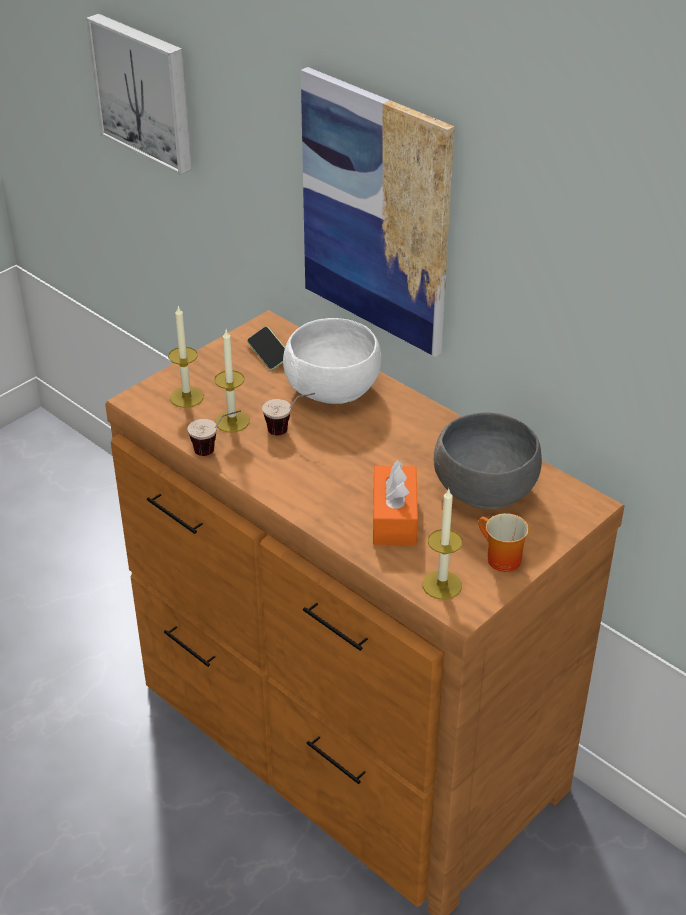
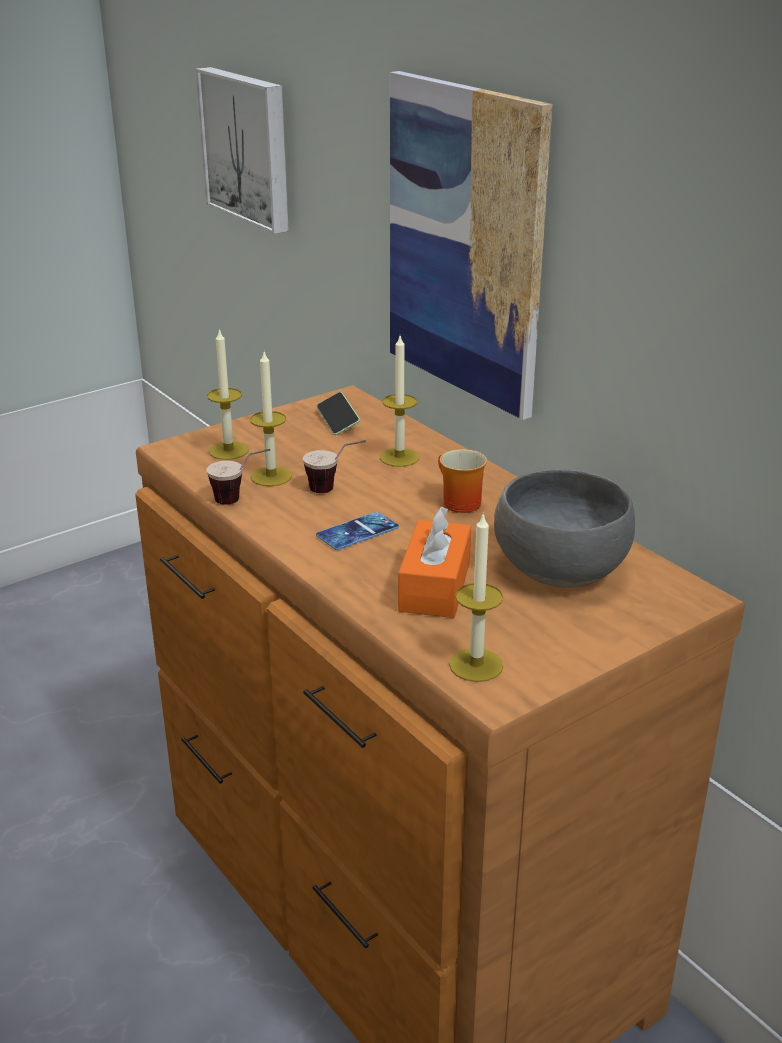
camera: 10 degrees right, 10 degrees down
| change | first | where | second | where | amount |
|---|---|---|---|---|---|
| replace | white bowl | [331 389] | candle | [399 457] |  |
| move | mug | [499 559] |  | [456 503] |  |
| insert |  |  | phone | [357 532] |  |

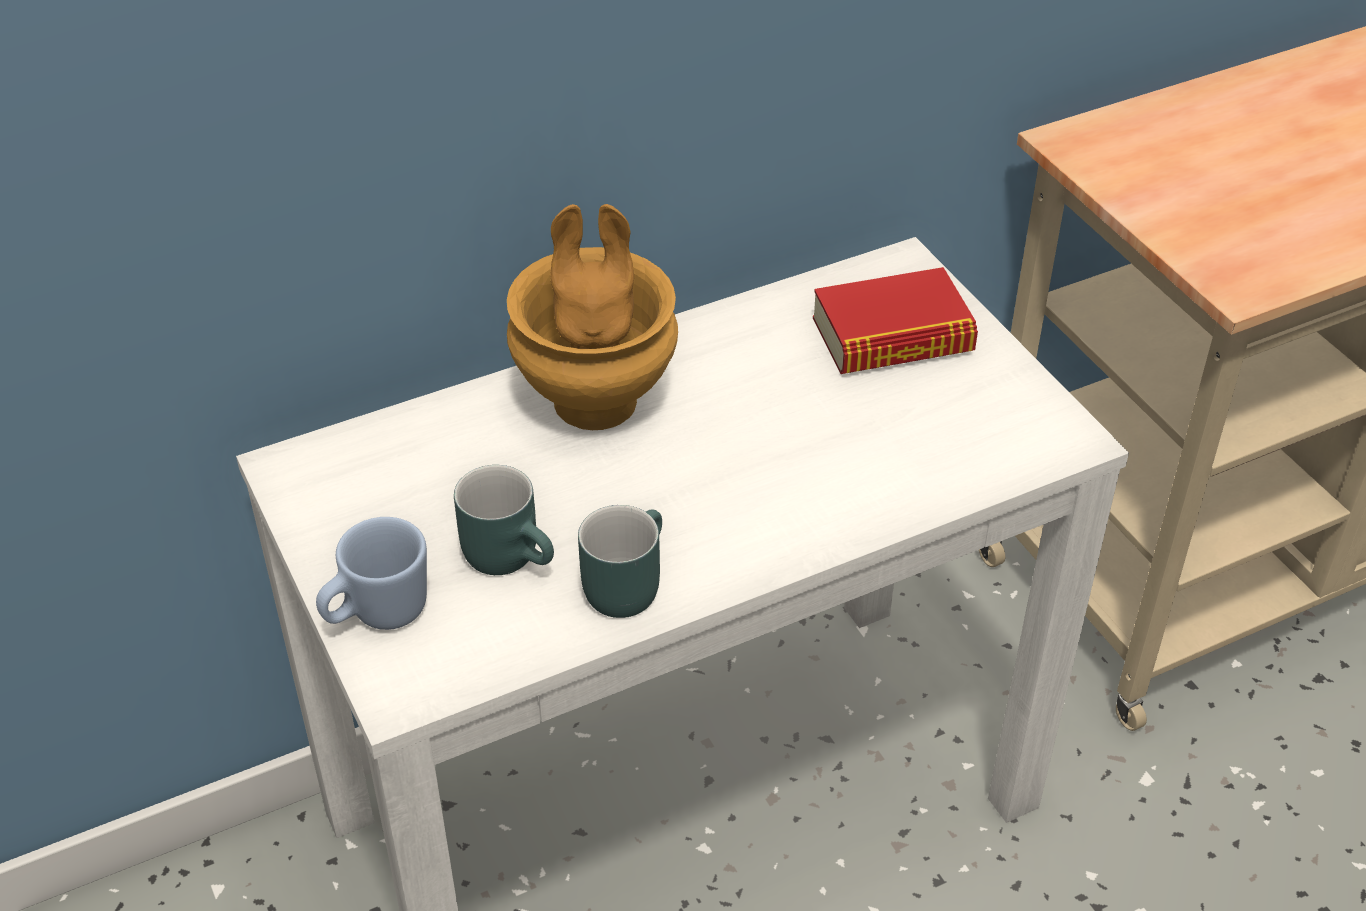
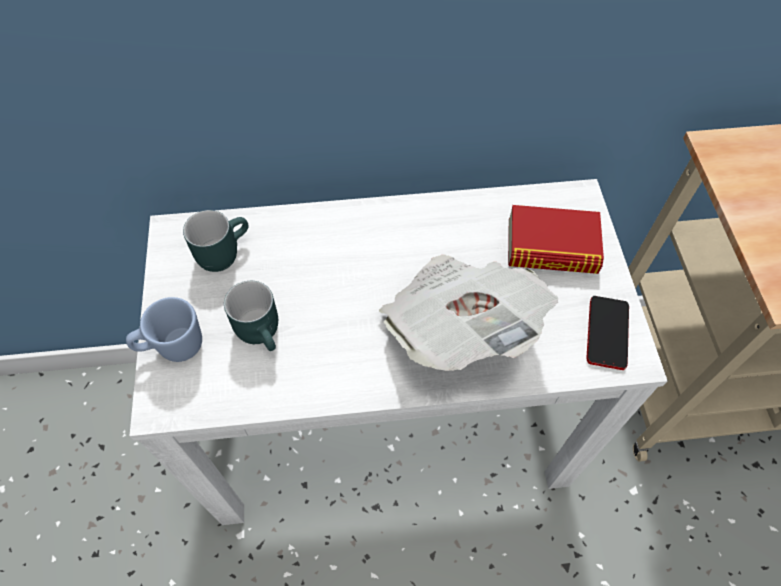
camera: 20 degrees right, 15 degrees up
| change | first | where | second | where | amount |
|---|---|---|---|---|---|
| delete | brown vase | [597 401] |  |  |  |
| move | turquoise mug | [623 582] |  | [222 250] |  |
| insert |  |  | newspaper | [459 325] |  |
| insert |  |  | phone | [607 333] |  |

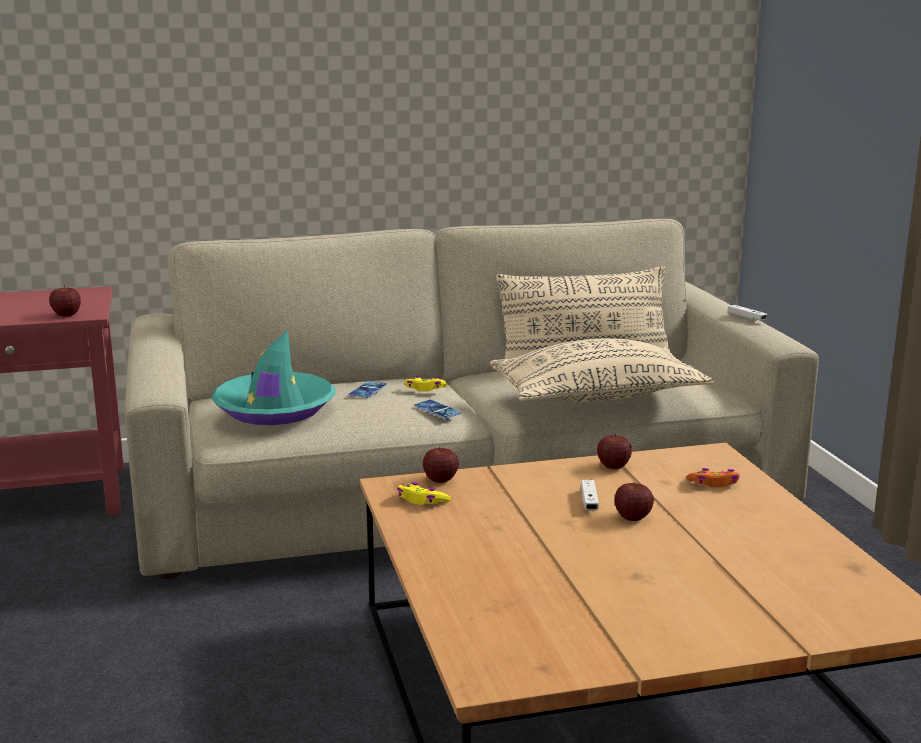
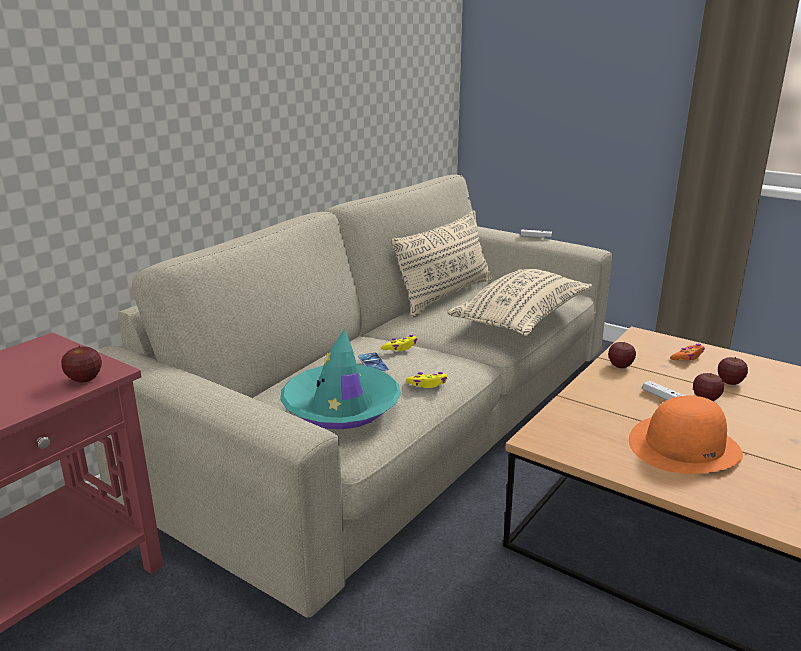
camera: 40 degrees left, 5 degrees up
| change | first | where | second | where | amount |
|---|---|---|---|---|---|
| move | yellow game controller | [422 500] |  | [428 384] |  |
| delete | phone | [437 409] |  |  |  |
| move | apple | [440 480] |  | [730 382] |  |
| insert |  |  | orange hat | [684 446] |  |

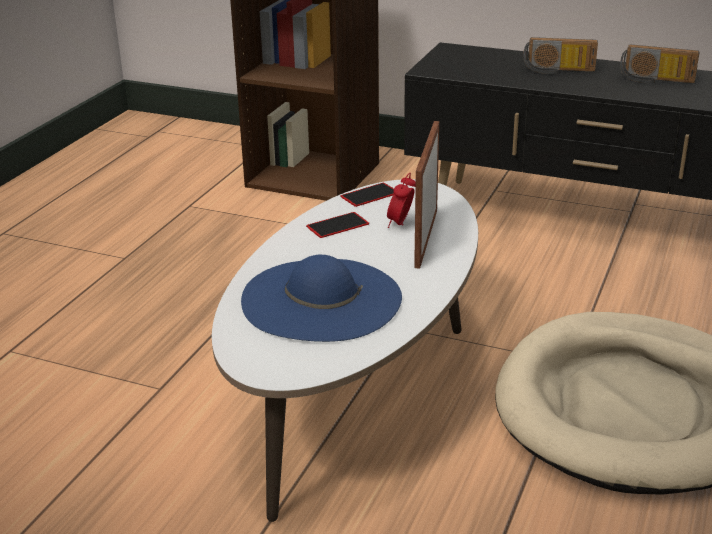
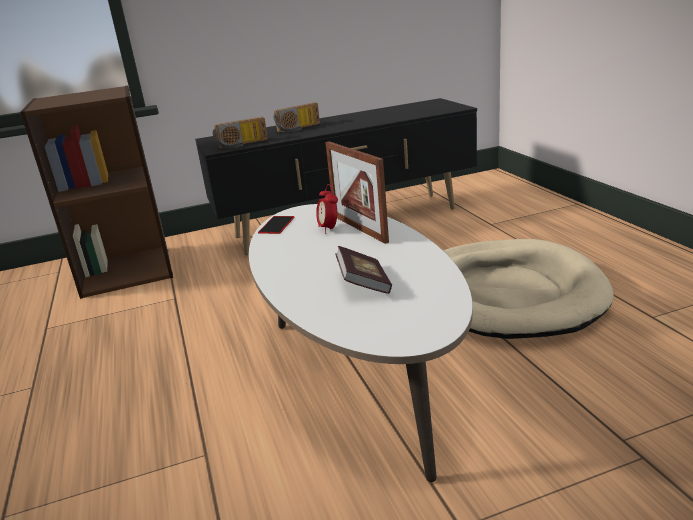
camera: 40 degrees left, 5 degrees down
| change | first | where | second | where | amount |
|---|---|---|---|---|---|
| replace | blue hat | [321 299] | book | [363 284] |  |
| delete | phone | [337 225] |  |  |  |
| move | radio | [655 80] |  | [242 144] |  |

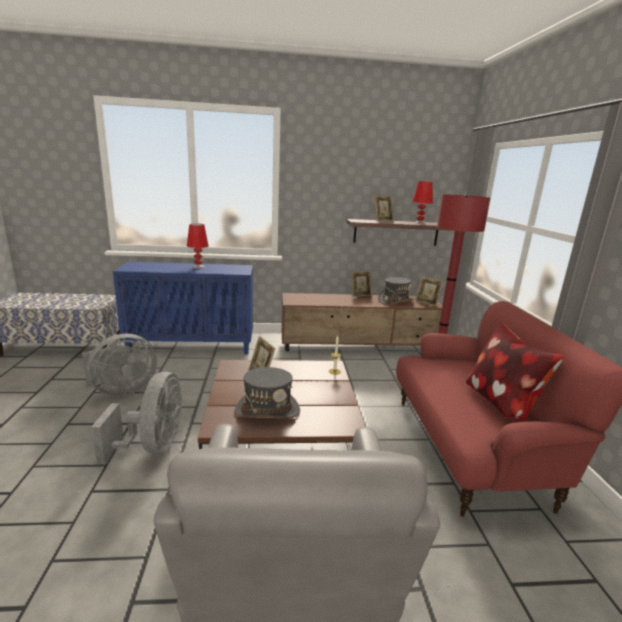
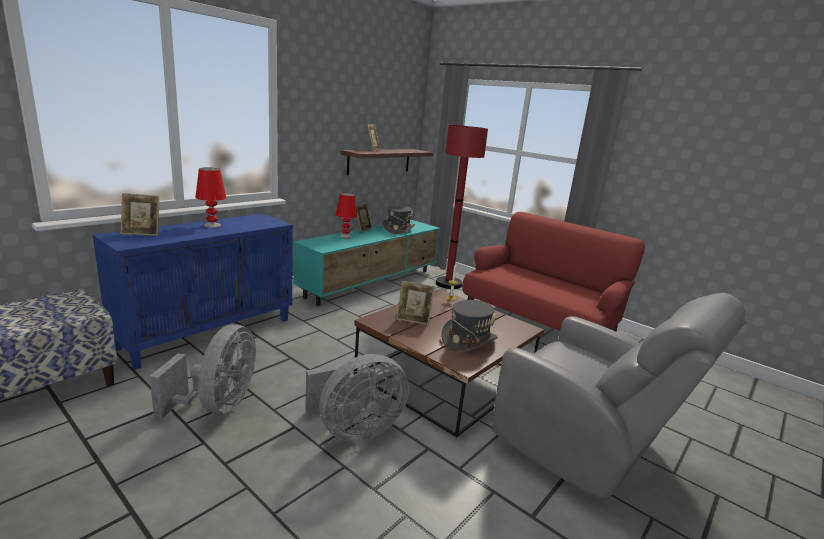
camera: 45 degrees left, 0 degrees up
| change | first | where | second | where | amount |
|---|---|---|---|---|---|
| rotate | grey fan | [153 446] |  | [355 430] | 105 degrees clockwise |
| recolor | brown tv stand | [358 347] | turquoise tv stand | [372 283] |  |
| move | red table lamp | [419 223] |  | [345 236] |  |
| move | picture frame | [427 302] |  | [142 233] |  |
| delete | pillow | [501 403] |  |  |  |

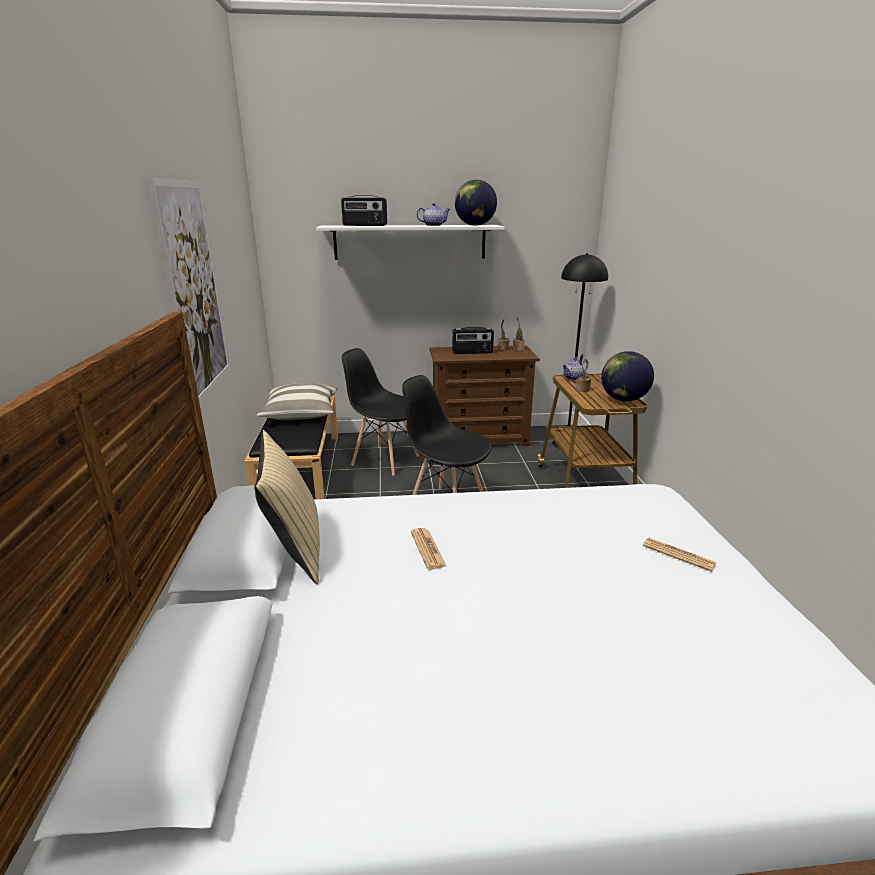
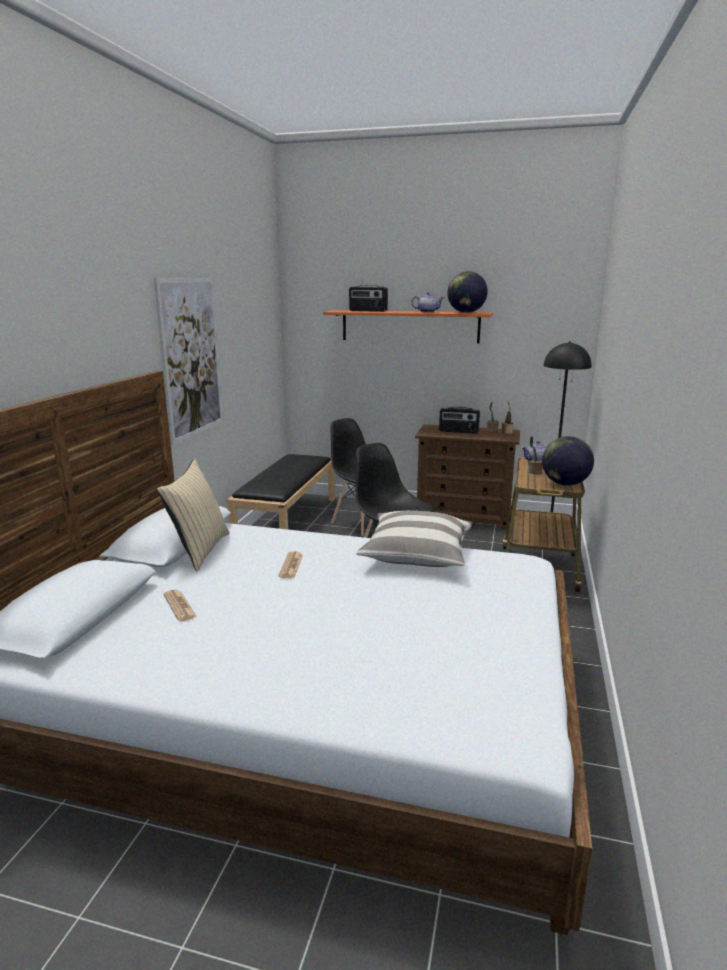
camera: 20 degrees right, 5 degrees down
| change | first | where | second | where | amount |
|---|---|---|---|---|---|
| move | pillow | [301 413] |  | [416 555] |  |
| recolor | white shelf | [410 242] | orange shelf | [410 326] |  |
| move | newspaper | [678 555] |  | [179 606] |  |

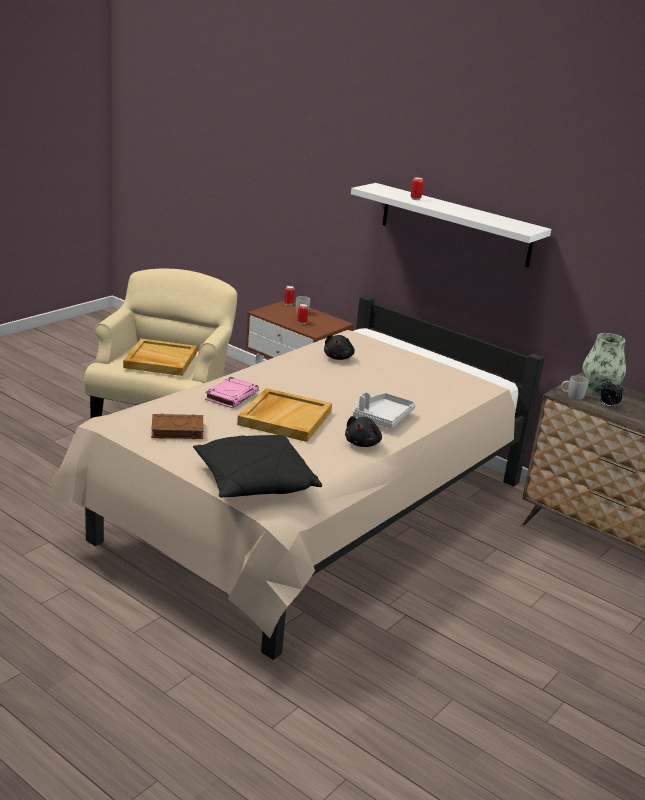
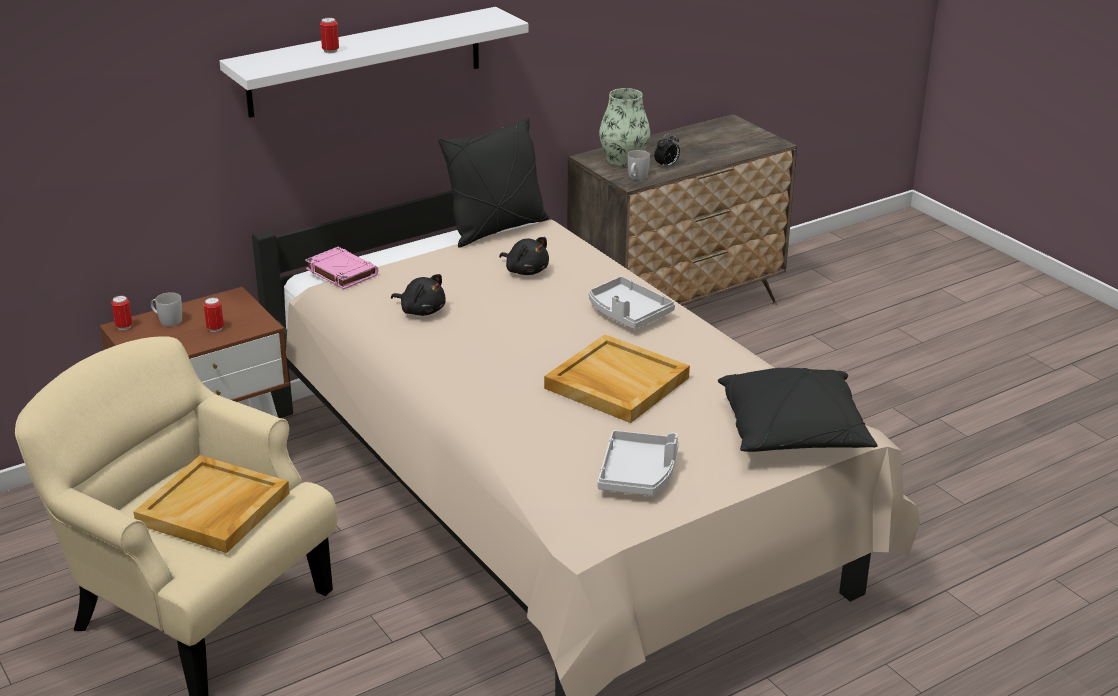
camera: 70 degrees left, 5 degrees up
| change | first | where | second | where | amount |
|---|---|---|---|---|---|
| replace | brown book | [176 430] | grey tray | [638 474] |  |
| move | pink book | [231 396] |  | [341 272] |  |
| move | black plush toy | [363 443] |  | [525 271] |  |
| insert |  |  | black pillow | [497 229] |  |

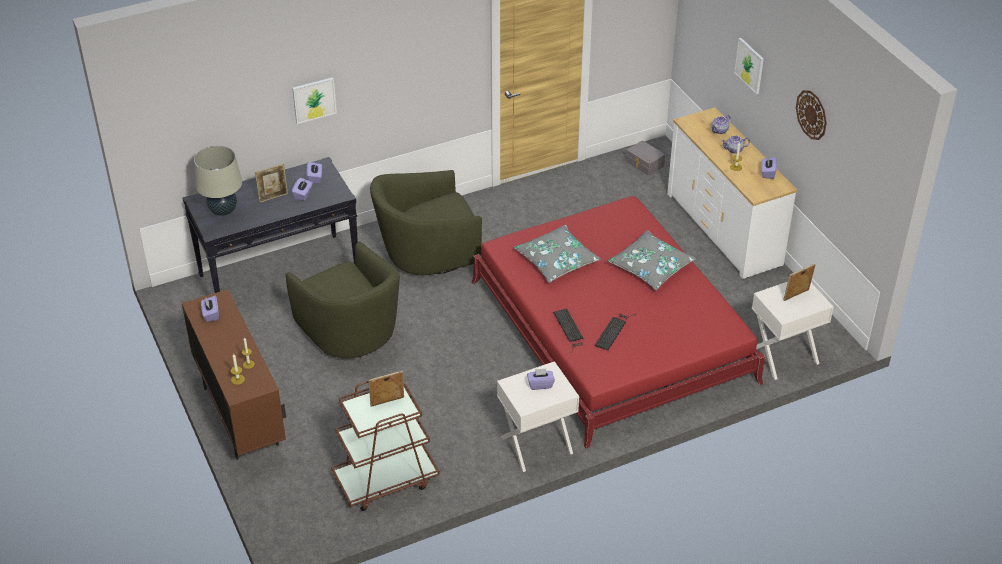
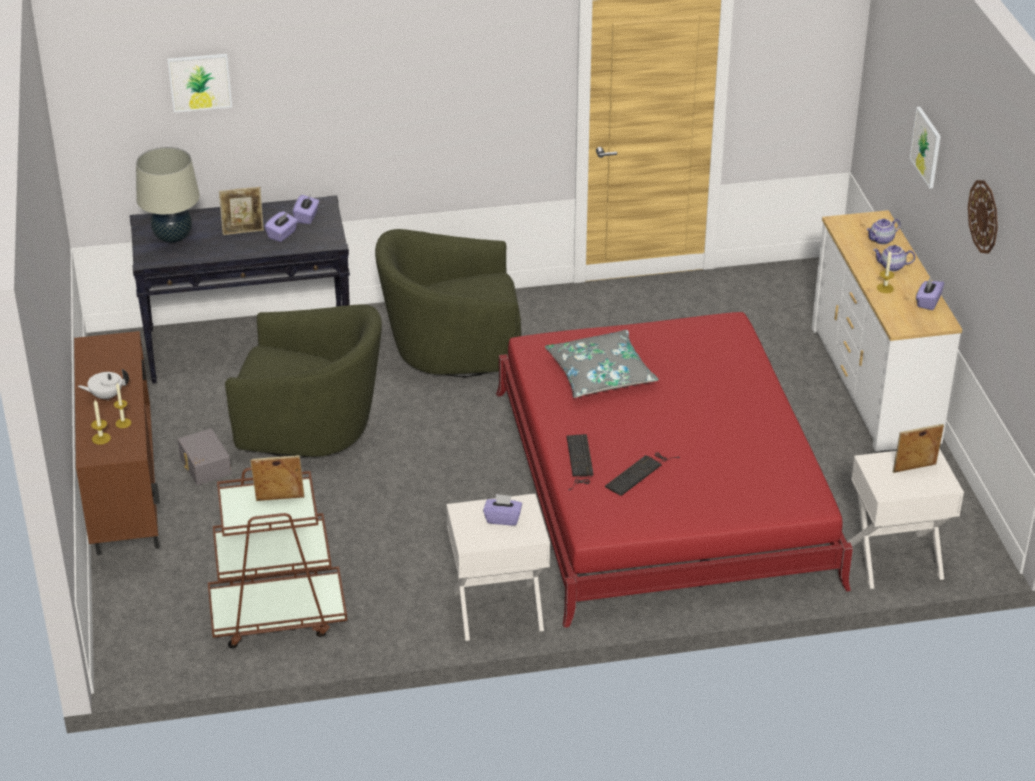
camera: 15 degrees right, 5 degrees down
| change | first | where | second | where | amount |
|---|---|---|---|---|---|
| delete | purple tissue box | [211 314] |  |  |  |
| rotate | green armchair | [351 334] |  | [310 430] | 60 degrees counterclockwise |
| move | picture | [314 100] |  | [200 82] |  |
| delete | grey pillow | [651 267] |  |  |  |
| move | grey storage box | [644 164] |  | [204 466] |  |
| insert |  |  | white teapot | [106 396] |  |

